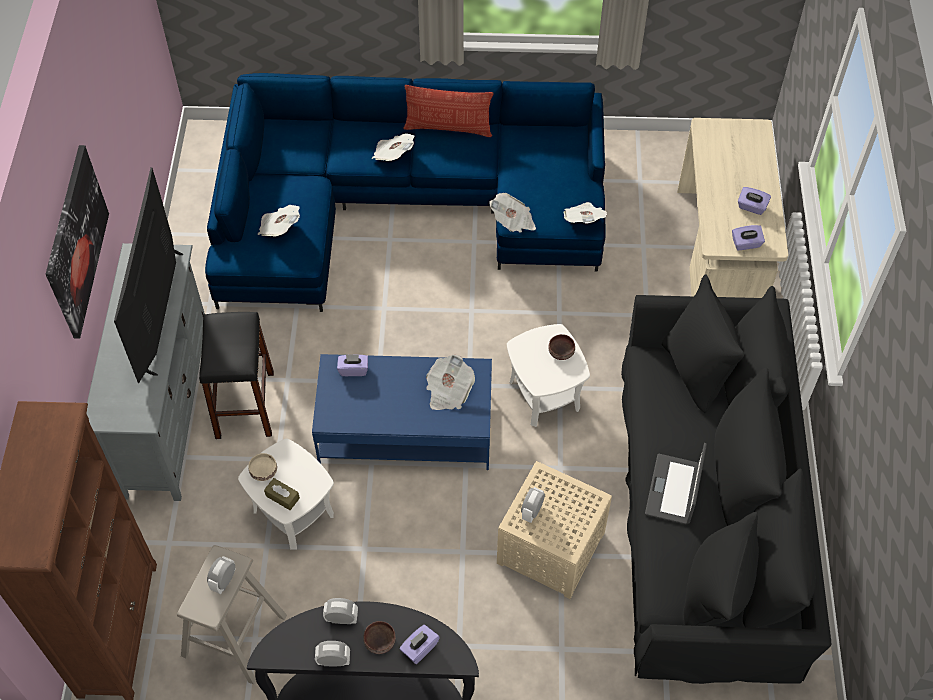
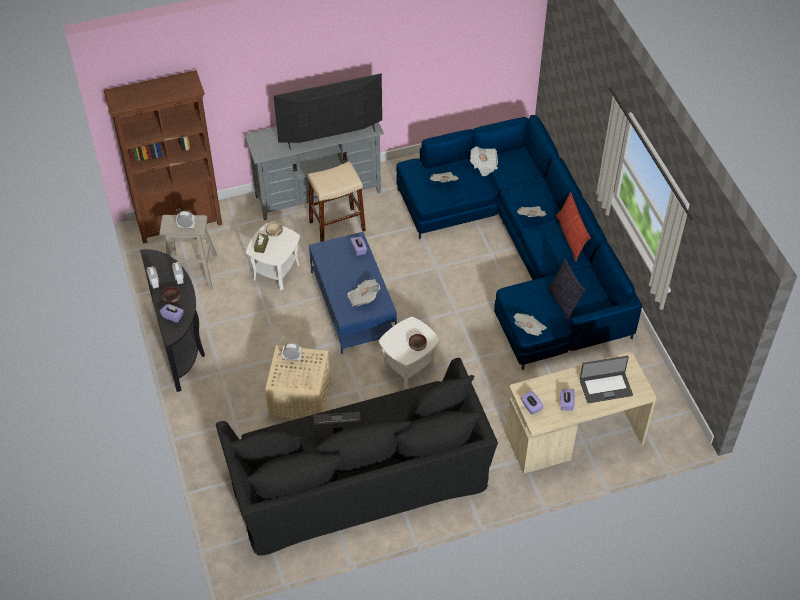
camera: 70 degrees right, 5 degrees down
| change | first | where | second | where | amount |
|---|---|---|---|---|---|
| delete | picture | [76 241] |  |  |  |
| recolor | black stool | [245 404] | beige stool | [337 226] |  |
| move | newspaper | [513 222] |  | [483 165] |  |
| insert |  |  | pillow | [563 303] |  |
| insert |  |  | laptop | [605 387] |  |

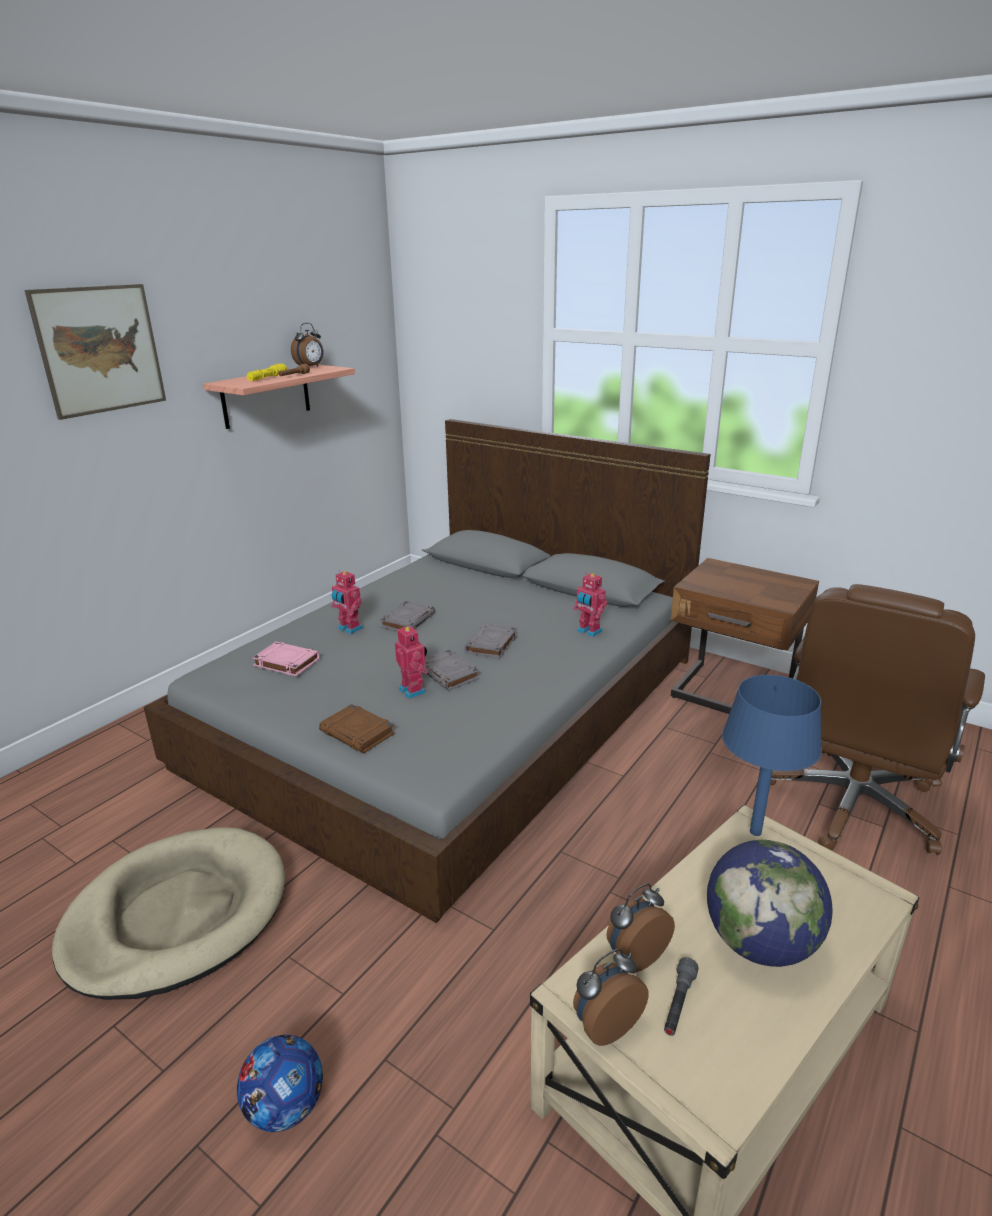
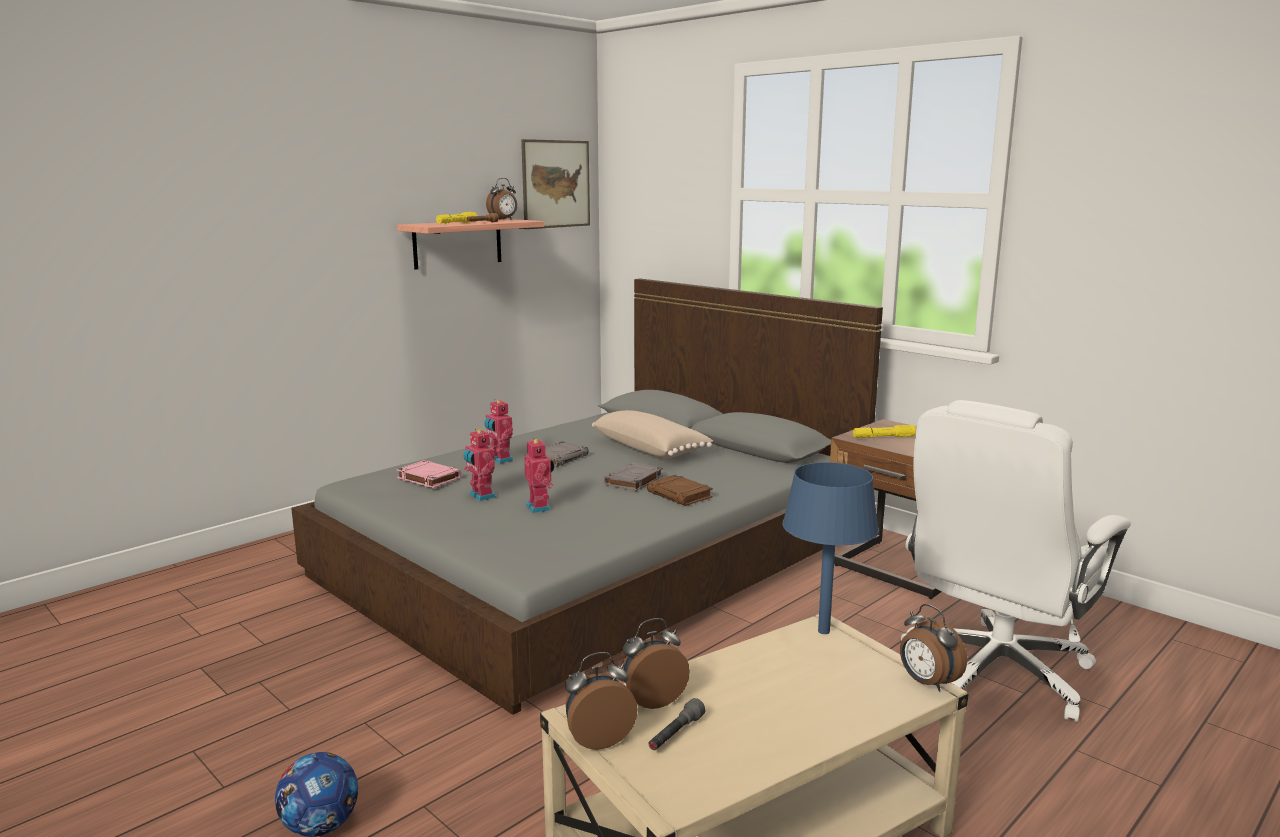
camera: 10 degrees right, 10 degrees down
| change | first | where | second | where | amount |
|---|---|---|---|---|---|
| move | picture | [100 350] |  | [556 184] |  |
| delete | beige dog bed | [177 915] |  |  |  |
| move | brown book | [358 733] |  | [680 495] |  |
| delete | grey book | [449 674] |  |  |  |
| move | toy robot | [588 631] |  | [480 496] |  |
| delete | globe | [760 943] |  |  |  |
| recolor | brown office chair | [851 806] | white office chair | [995 672] |  |
| insert |  |  | beige pillow | [651 449] |  |
| insert |  |  | yellow flashlight | [883 437] |  |
| insert |  |  | alarm clock | [927 683] |  |

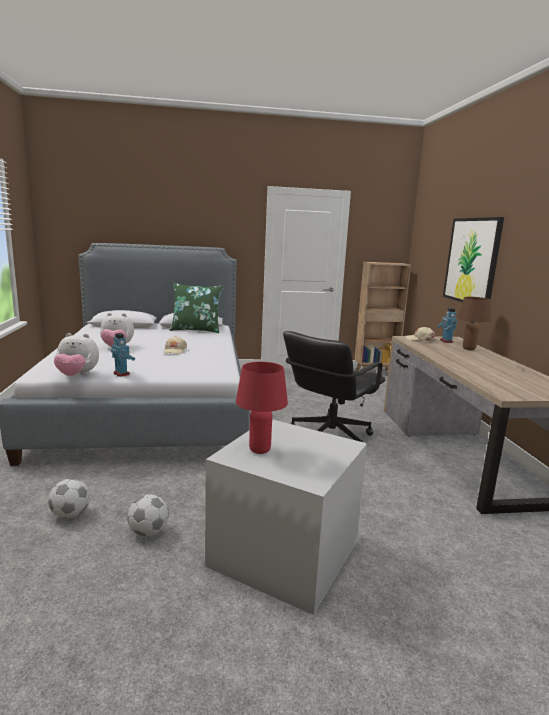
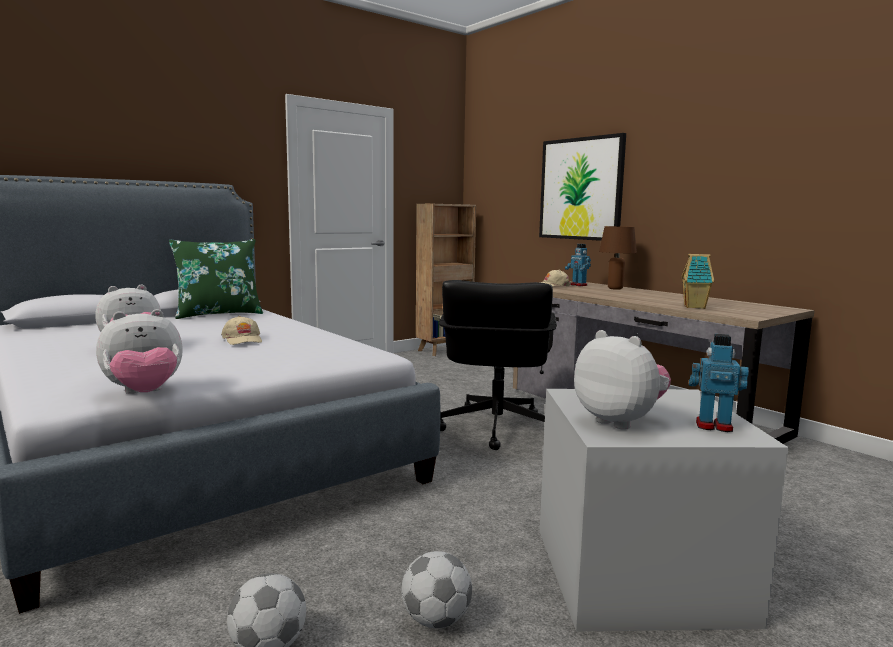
camera: 30 degrees left, 5 degrees down
| change | first | where | second | where | amount |
|---|---|---|---|---|---|
| move | toy robot | [122 374] |  | [713 426] |  |
| replace | red table lamp | [259 450] | plush toy | [620 421] |  |
| insert |  |  | toy house | [695 307] |  |

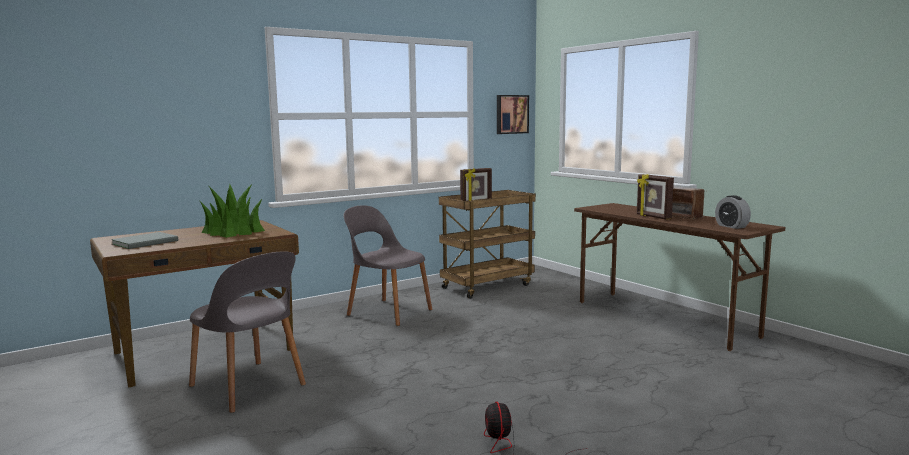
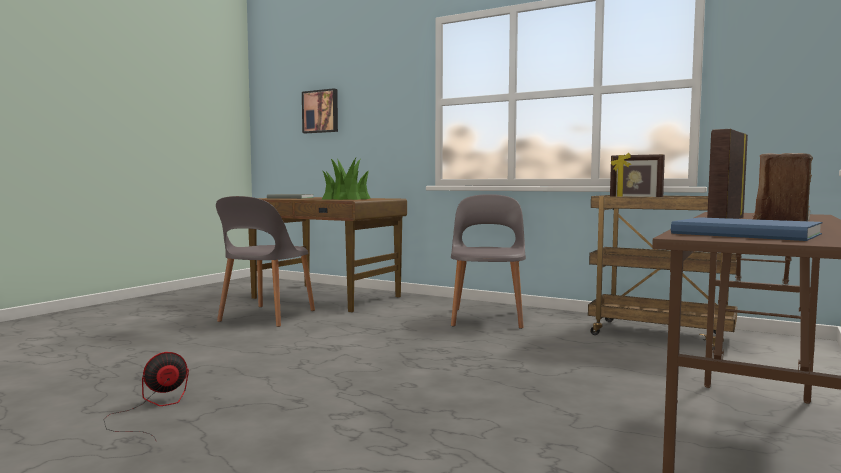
camera: 65 degrees right, 5 degrees down
| change | first | where | second | where | amount |
|---|---|---|---|---|---|
| move | picture | [511 114] |  | [321 111] |  |
| replace | alarm clock | [731 226] | blue book | [749 234] |  |

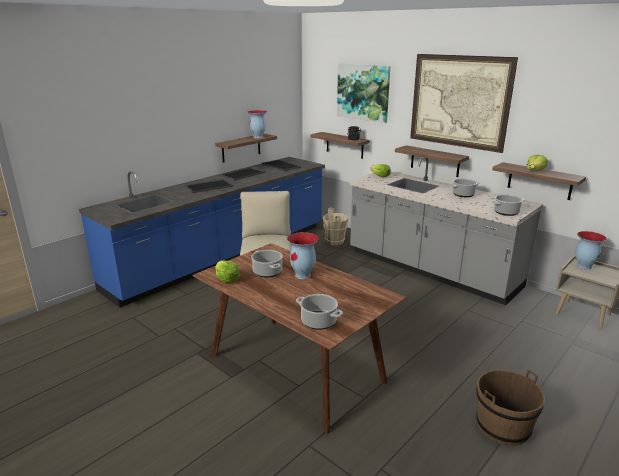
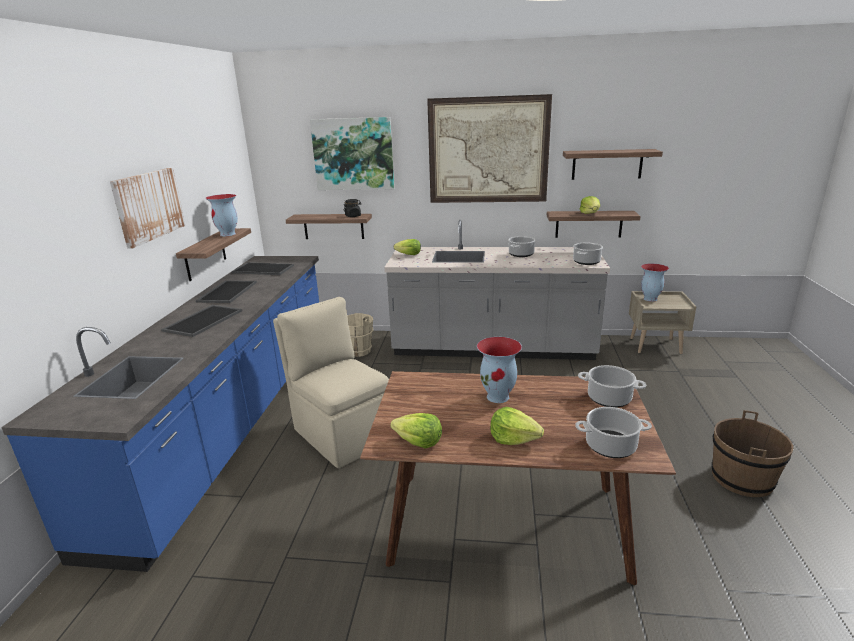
camera: 35 degrees left, 0 degrees up
| change | first | where | second | where | amount |
|---|---|---|---|---|---|
| move | cooking pot | [267 272] |  | [608 398] |  |
| move | shelf | [435 161] |  | [607 164] |  |
| insert |  |  | picture | [148 205] |  |
| insert |  |  | lettuce | [513 438] |  |

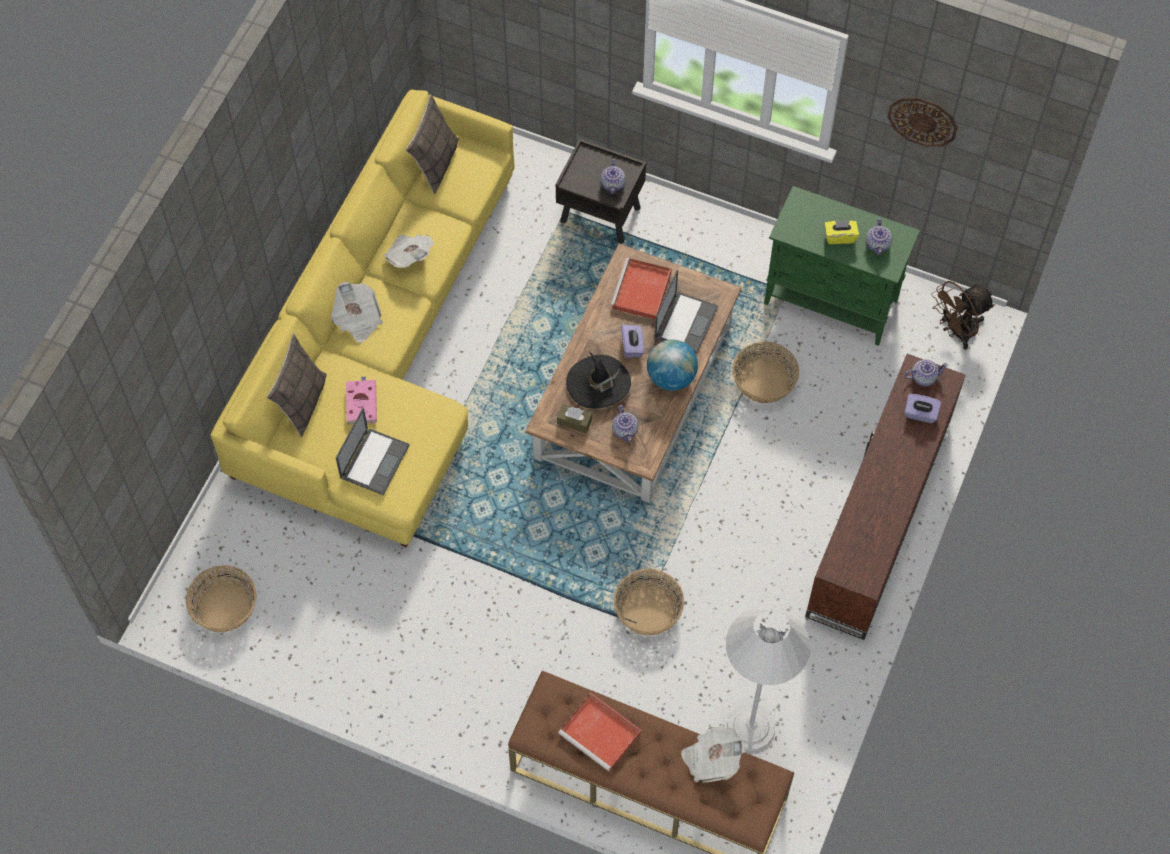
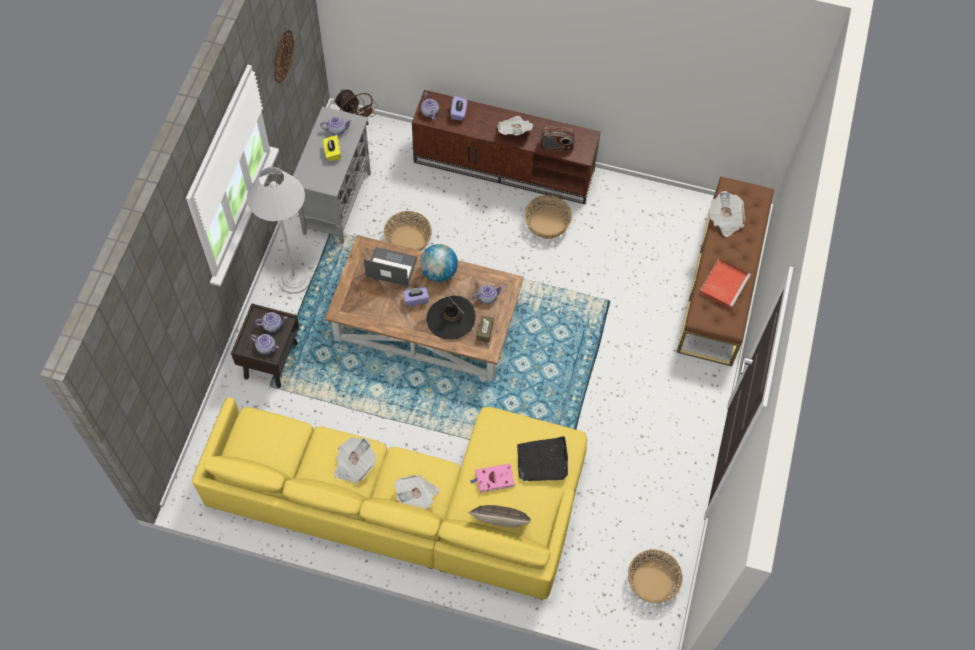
camera: 100 degrees left, 0 degrees up
| change | first | where | second | where | amount |
|---|---|---|---|---|---|
| replace | laptop | [375 460] | black tray | [542 461] |  |
| delete | pillow | [435 163] |  |  |  |
| delete | red tray | [641 291] |  |  |  |
| move | basket | [647 611] |  | [547 224] |  |
| move | white floor lamp | [750 728] |  | [294 279] |  |
| recolor | green cabinet | [832 302] | grey cabinet | [337 202] |  |
| insert |  |  | teapot | [266 347] |  |
| insert |  |  | newspaper | [514 131] |  |
| insert |  |  | radio | [556 146] |  |

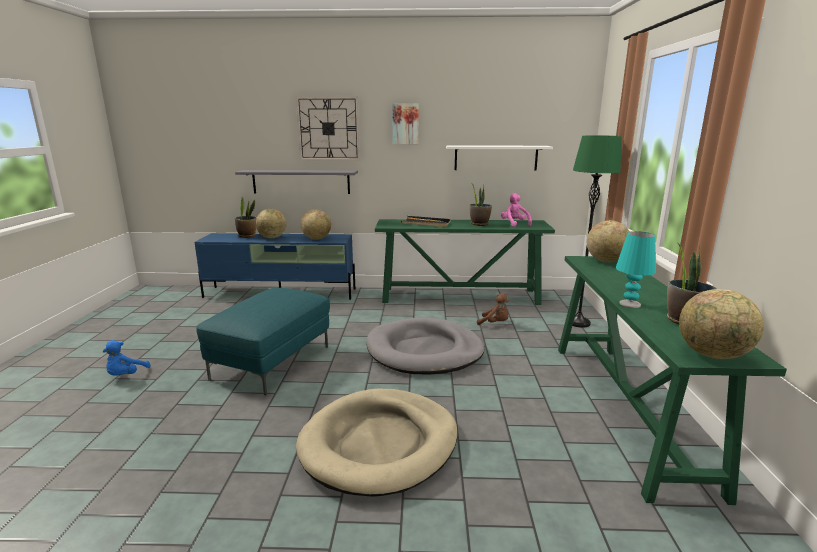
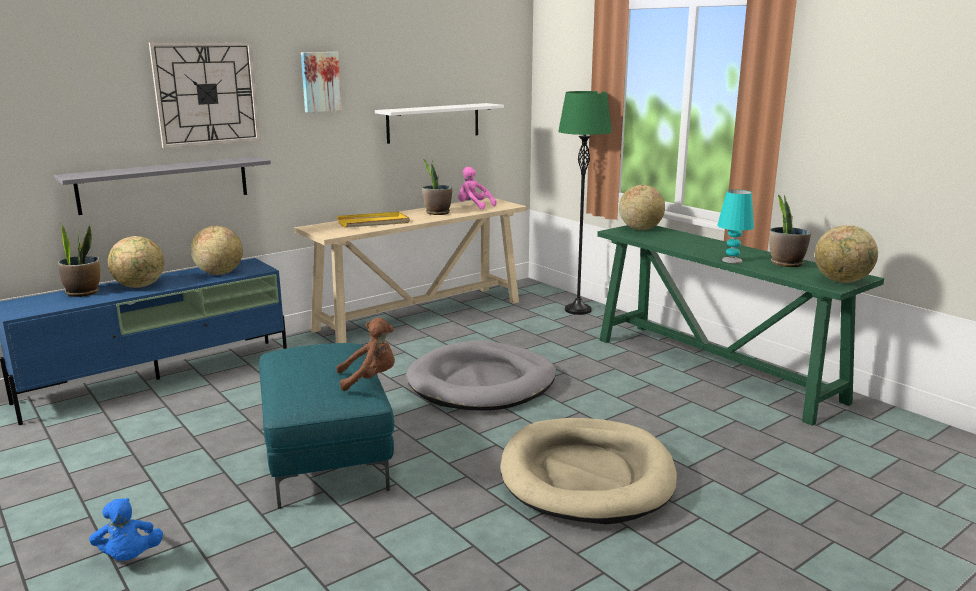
camera: 40 degrees left, 0 degrees up
| change | first | where | second | where | amount |
|---|---|---|---|---|---|
| recolor | green console table | [460 296] | beige console table | [421 315] |  |
| recolor | black tray | [426 223] | yellow tray | [374 222] |  |
| move | brown plush toy | [495 323] |  | [370 379] |  |

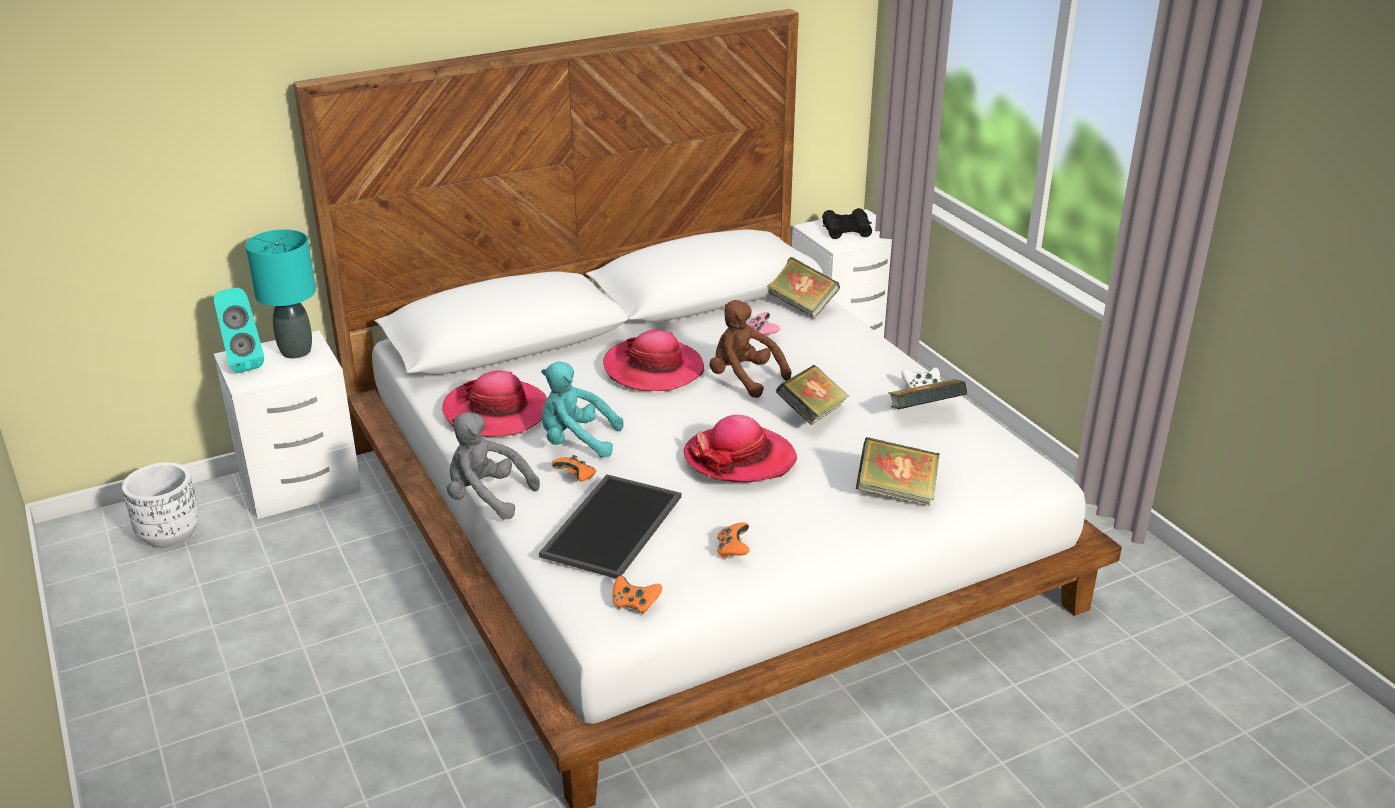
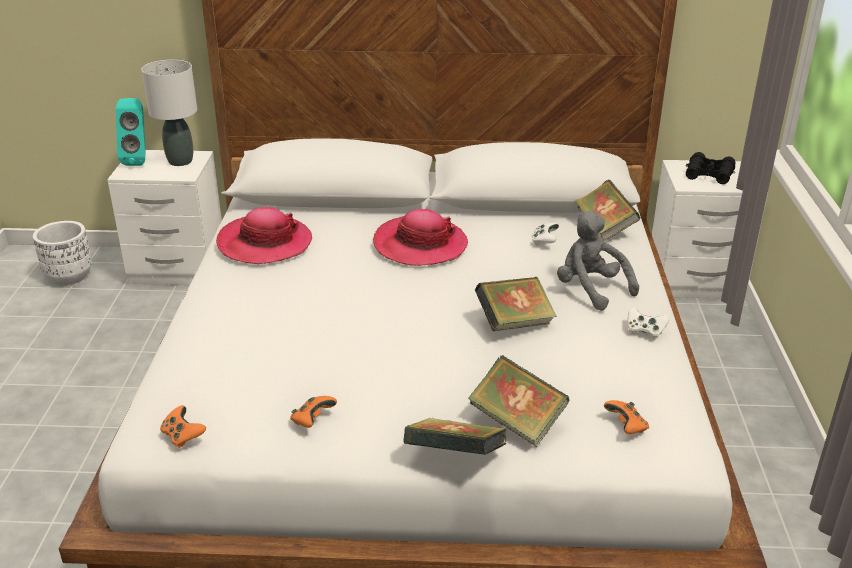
camera: 30 degrees right, 0 degrees up
| change | first | where | second | where | amount |
|---|---|---|---|---|---|
| recolor | turquoise table lamp | [296 351] | white table lamp | [180 161] |  |
| move | grey plush toy | [486 497] |  | [590 289] |  |
| delete | tray | [614 527] |  |  |  |
| delete | turquoise plush toy | [576 441] |  |  |  |
| move | orange game controller | [576 478] |  | [626 427] |  |
| delete | hat | [739 459] |  |  |  |
| delete | brown plush toy | [744 378] |  |  |  |
| recolor | pink game controller | [763 333] | white game controller | [544 241] |  |
| move | book | [924 414] |  | [455 458] |  |

